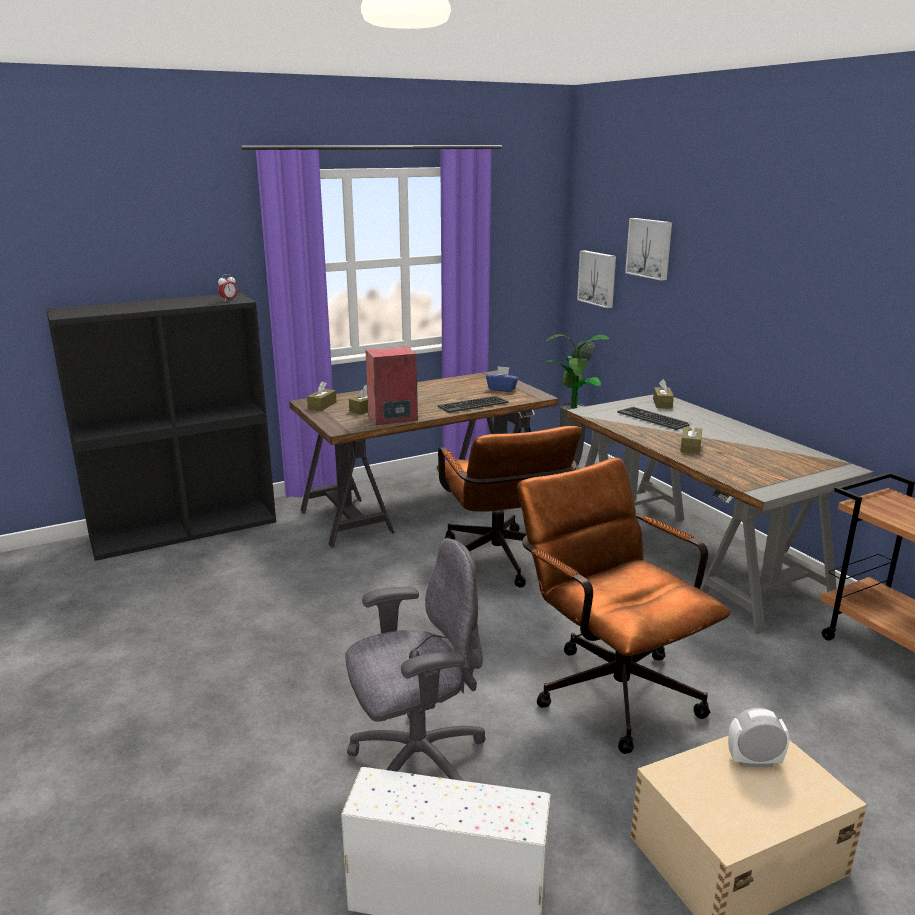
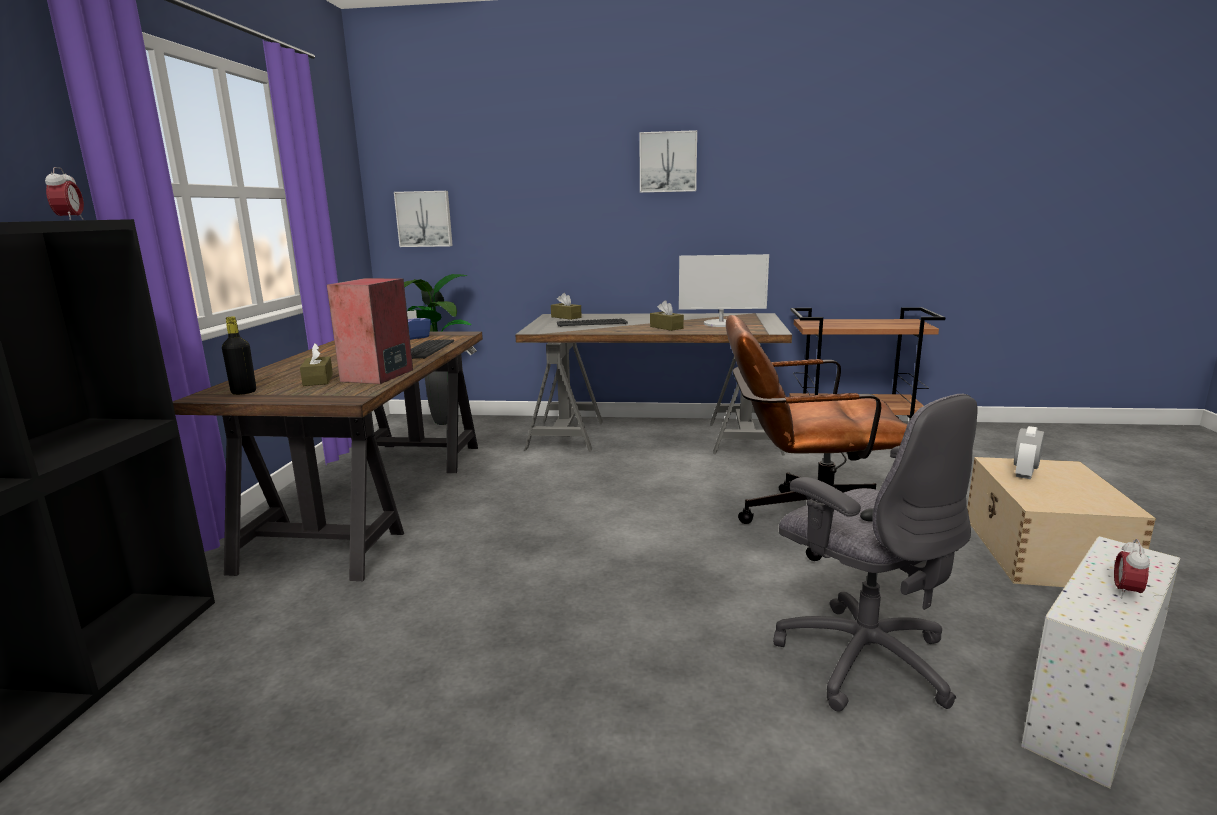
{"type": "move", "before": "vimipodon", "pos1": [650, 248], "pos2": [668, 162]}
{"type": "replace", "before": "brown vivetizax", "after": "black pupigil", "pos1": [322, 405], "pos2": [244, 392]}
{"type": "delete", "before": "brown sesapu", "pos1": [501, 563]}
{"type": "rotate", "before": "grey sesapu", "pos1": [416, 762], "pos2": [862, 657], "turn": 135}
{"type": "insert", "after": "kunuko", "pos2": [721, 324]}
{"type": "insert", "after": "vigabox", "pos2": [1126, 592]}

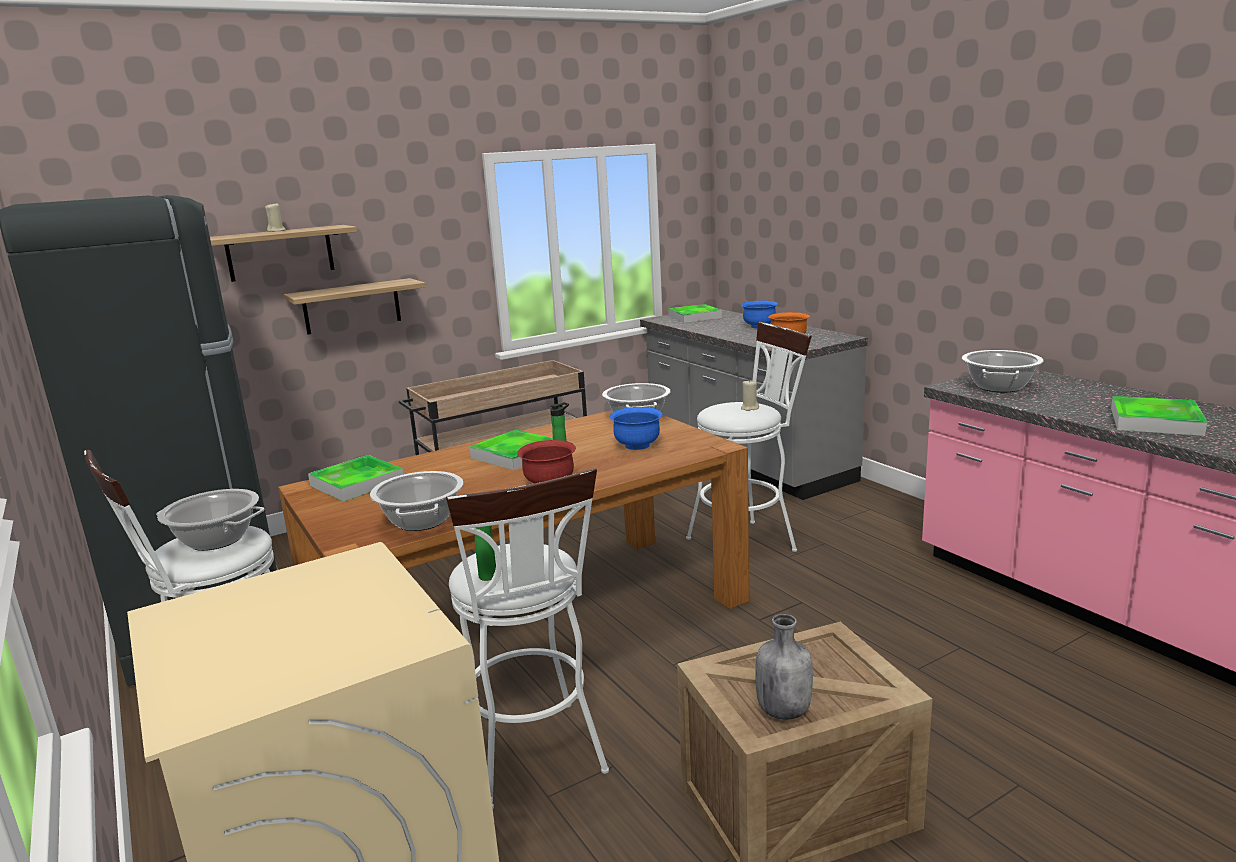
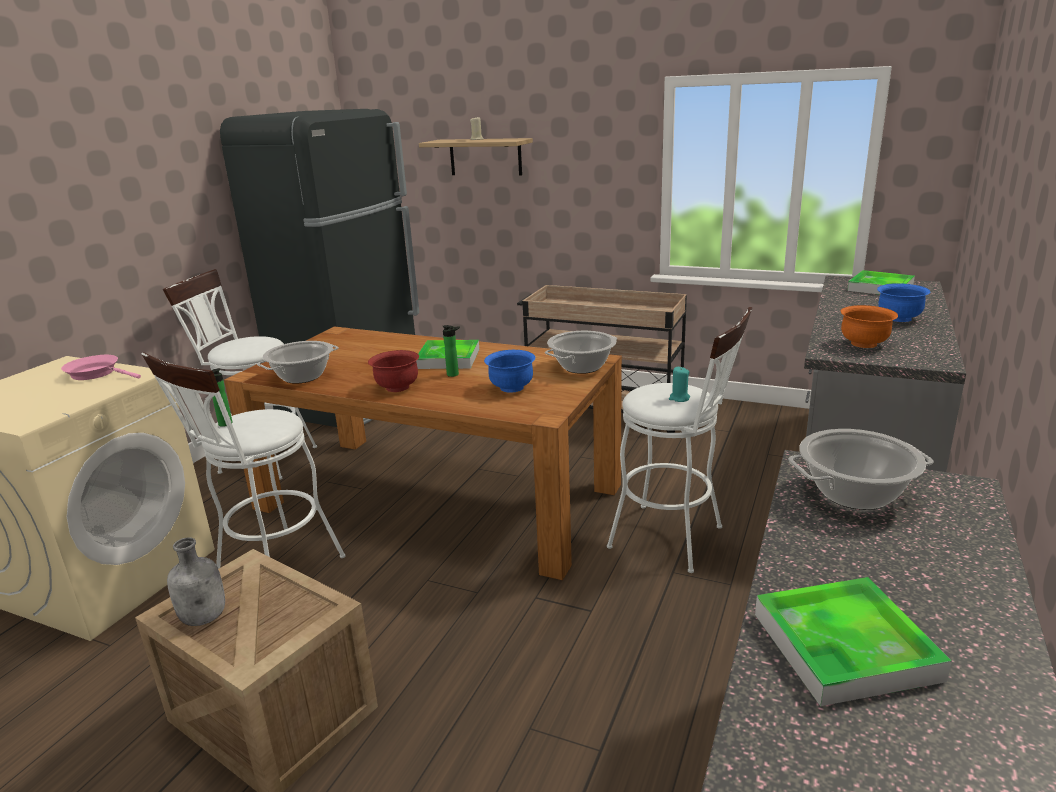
{"type": "delete", "before": "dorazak", "pos1": [352, 306]}
{"type": "recolor", "before": "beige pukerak", "after": "turquoise pukerak", "pos1": [749, 408], "pos2": [679, 398]}
{"type": "delete", "before": "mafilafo", "pos1": [357, 483]}
{"type": "delete", "before": "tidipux", "pos1": [216, 540]}
{"type": "insert", "after": "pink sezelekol", "pos2": [97, 373]}

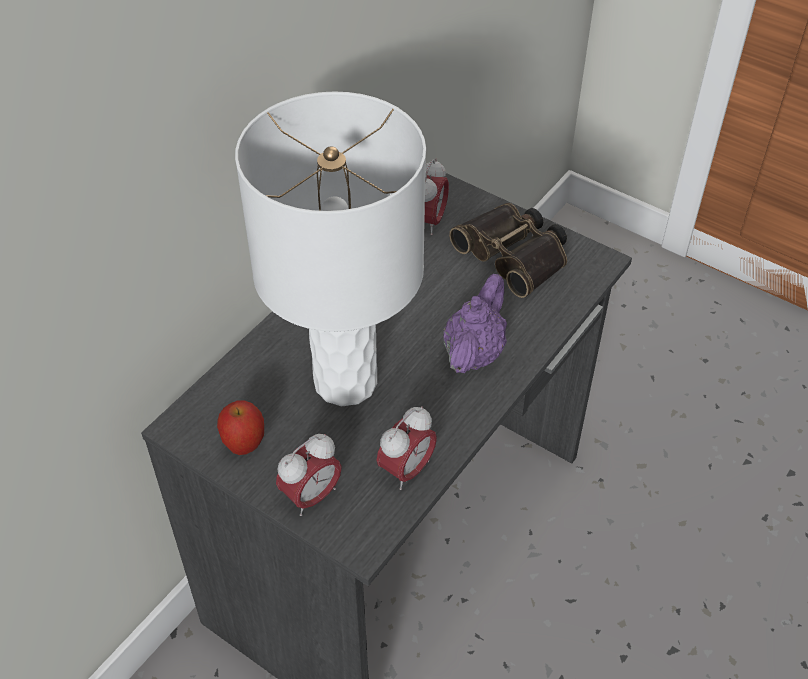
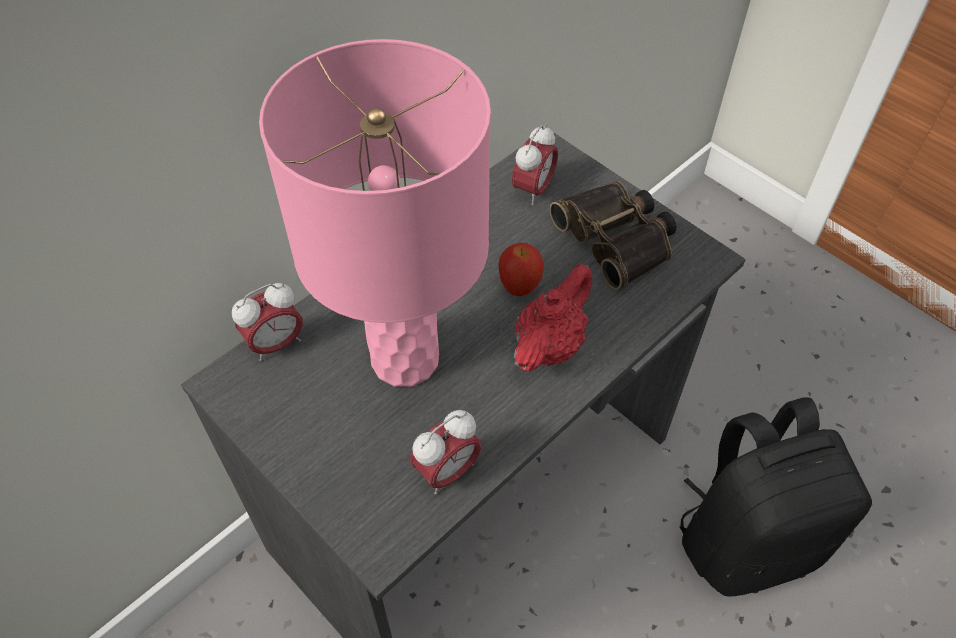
{"type": "recolor", "before": "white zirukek", "after": "pink zirukek", "pos1": [346, 382], "pos2": [406, 359]}
{"type": "recolor", "before": "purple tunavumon", "after": "red tunavumon", "pos1": [474, 352], "pos2": [549, 345]}
{"type": "move", "before": "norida", "pos1": [244, 445], "pos2": [519, 288]}
{"type": "move", "before": "vigabox", "pos1": [311, 496], "pos2": [276, 344]}
{"type": "insert", "after": "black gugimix", "pos2": [747, 540]}

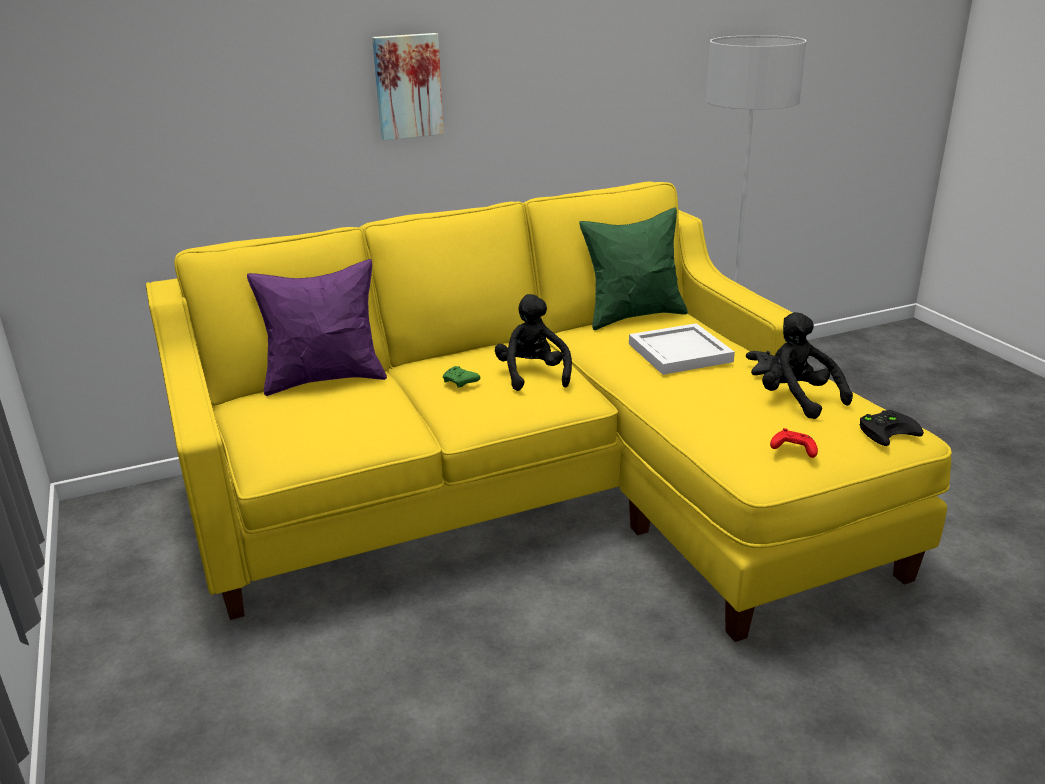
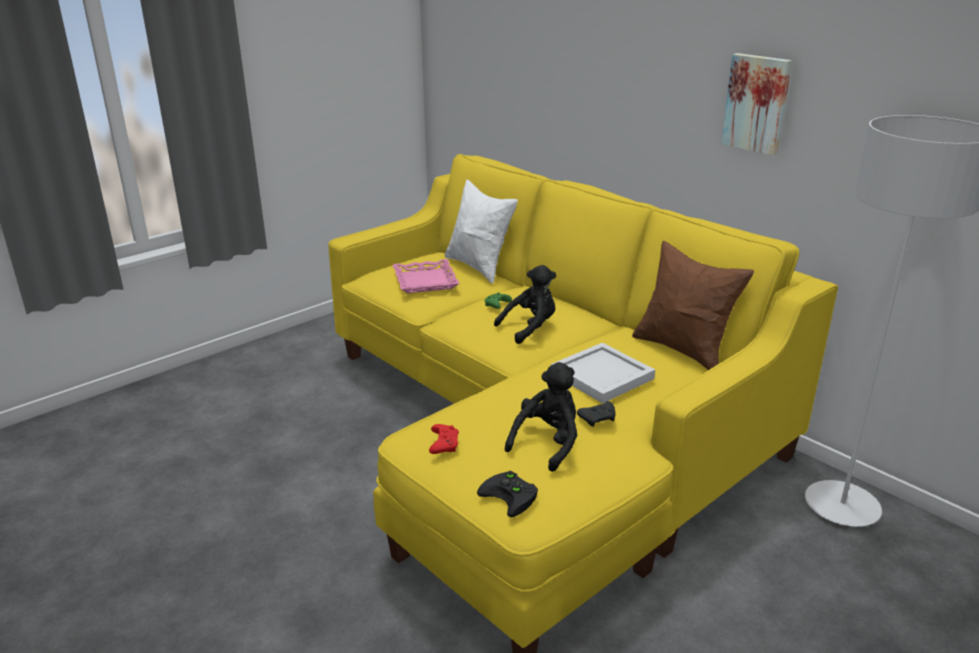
{"type": "move", "before": "vimipodon", "pos1": [407, 86], "pos2": [757, 103]}
{"type": "recolor", "before": "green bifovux", "after": "brown bifovux", "pos1": [633, 316], "pos2": [683, 350]}
{"type": "recolor", "before": "purple bifovux", "after": "white bifovux", "pos1": [325, 379], "pos2": [479, 267]}
{"type": "insert", "after": "pink mafilafo", "pos2": [426, 281]}

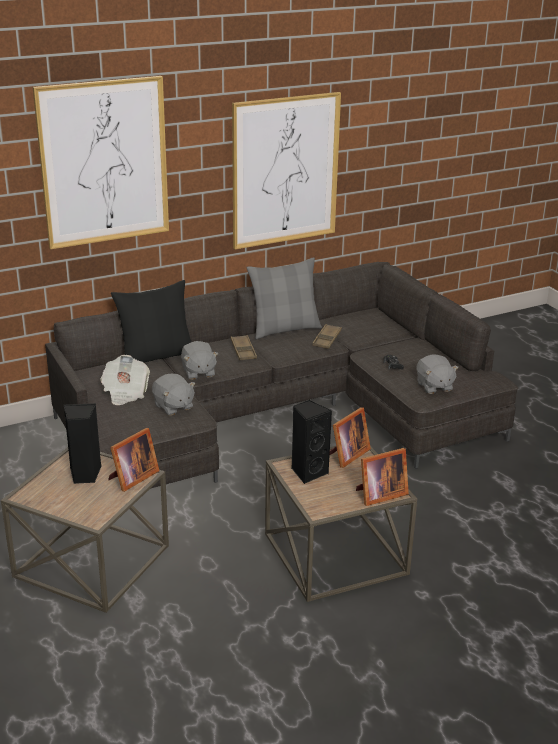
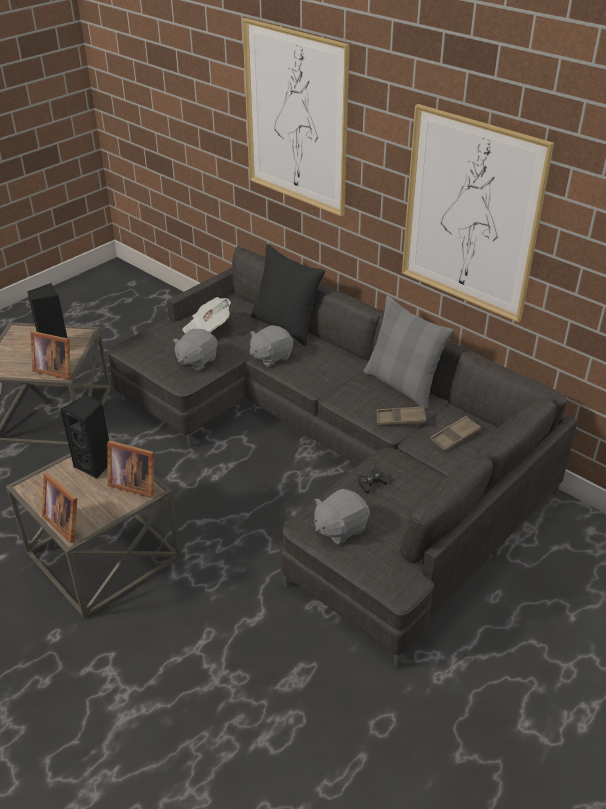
{"type": "move", "before": "brown mafilafo", "pos1": [243, 351], "pos2": [455, 436]}

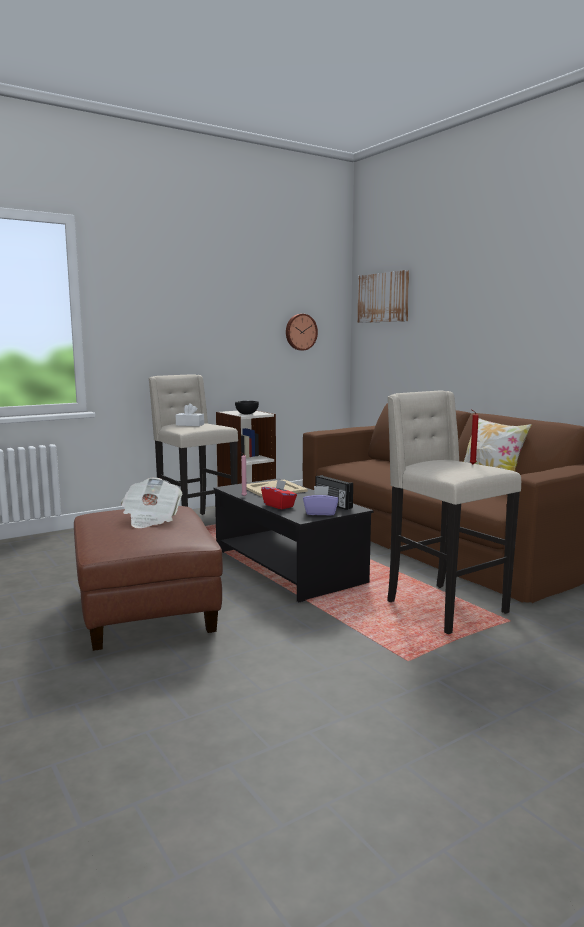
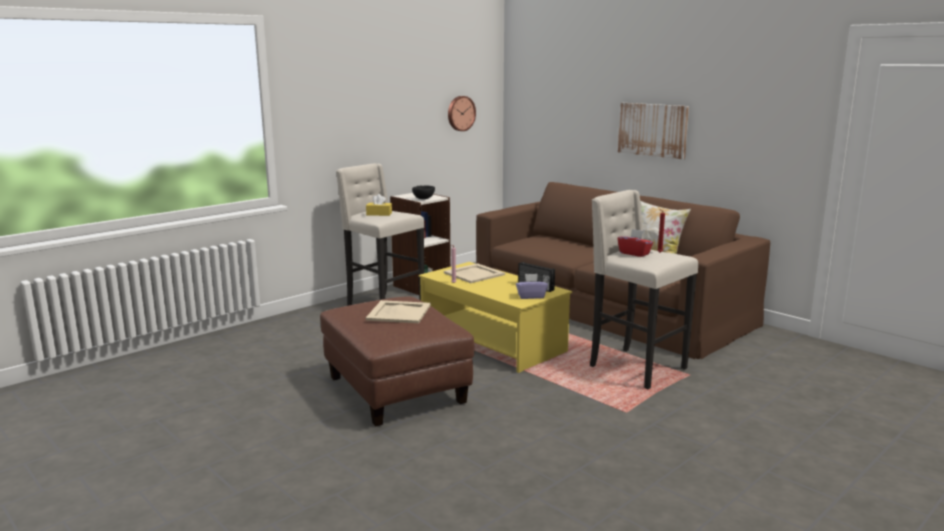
{"type": "move", "before": "vimipodon", "pos1": [383, 297], "pos2": [653, 130]}
{"type": "recolor", "before": "white vivetizax", "after": "yellow vivetizax", "pos1": [190, 425], "pos2": [379, 214]}
{"type": "replace", "before": "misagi", "after": "beige mafilafo", "pos1": [151, 519], "pos2": [399, 312]}
{"type": "recolor", "before": "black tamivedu", "after": "yellow tamivedu", "pos1": [288, 567], "pos2": [493, 342]}
{"type": "move", "before": "red vivetizax", "pos1": [279, 505], "pos2": [634, 253]}

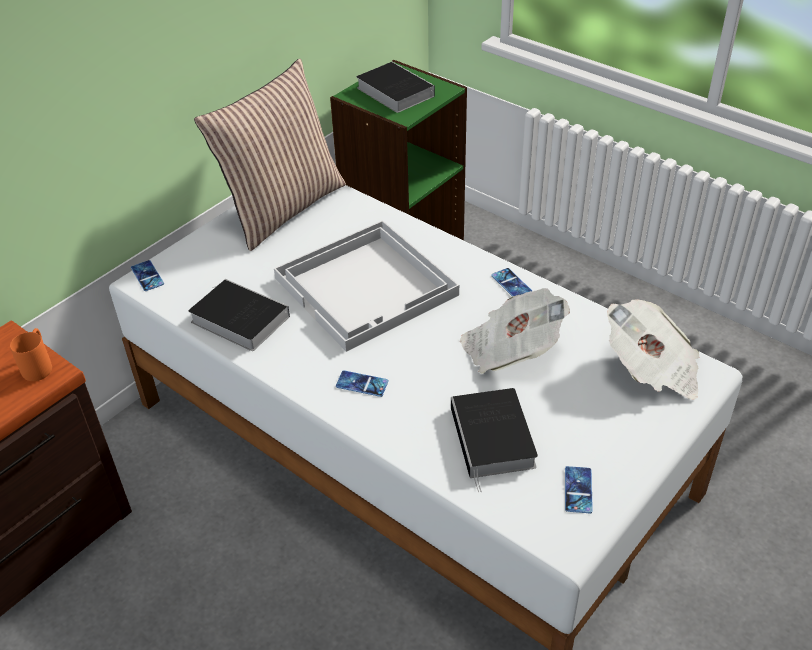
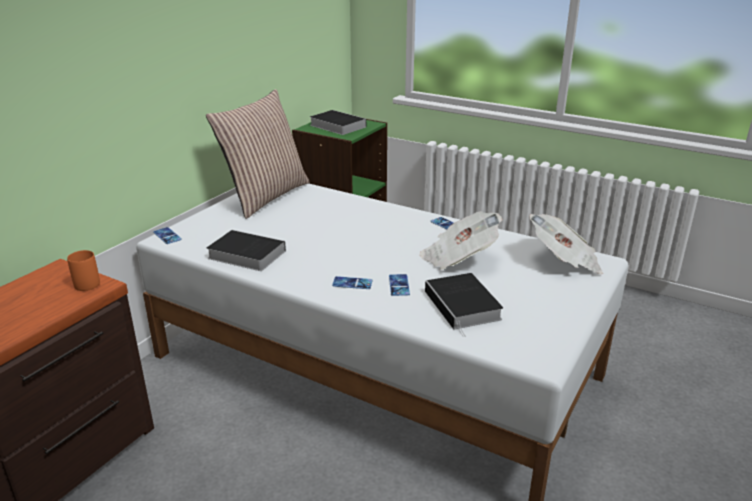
{"type": "delete", "before": "white mafilafo", "pos1": [368, 286]}
{"type": "move", "before": "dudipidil", "pos1": [578, 490], "pos2": [399, 285]}

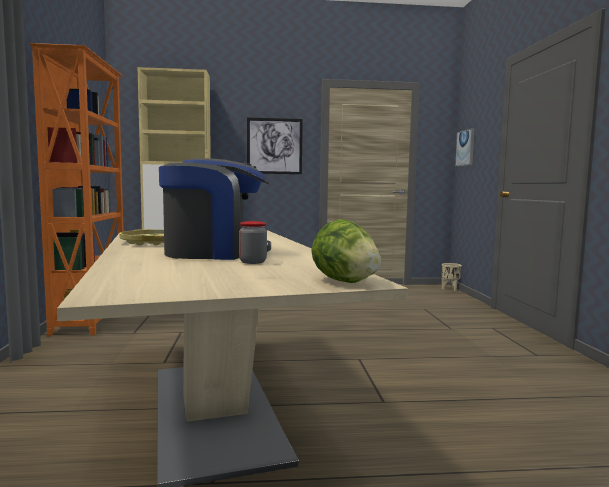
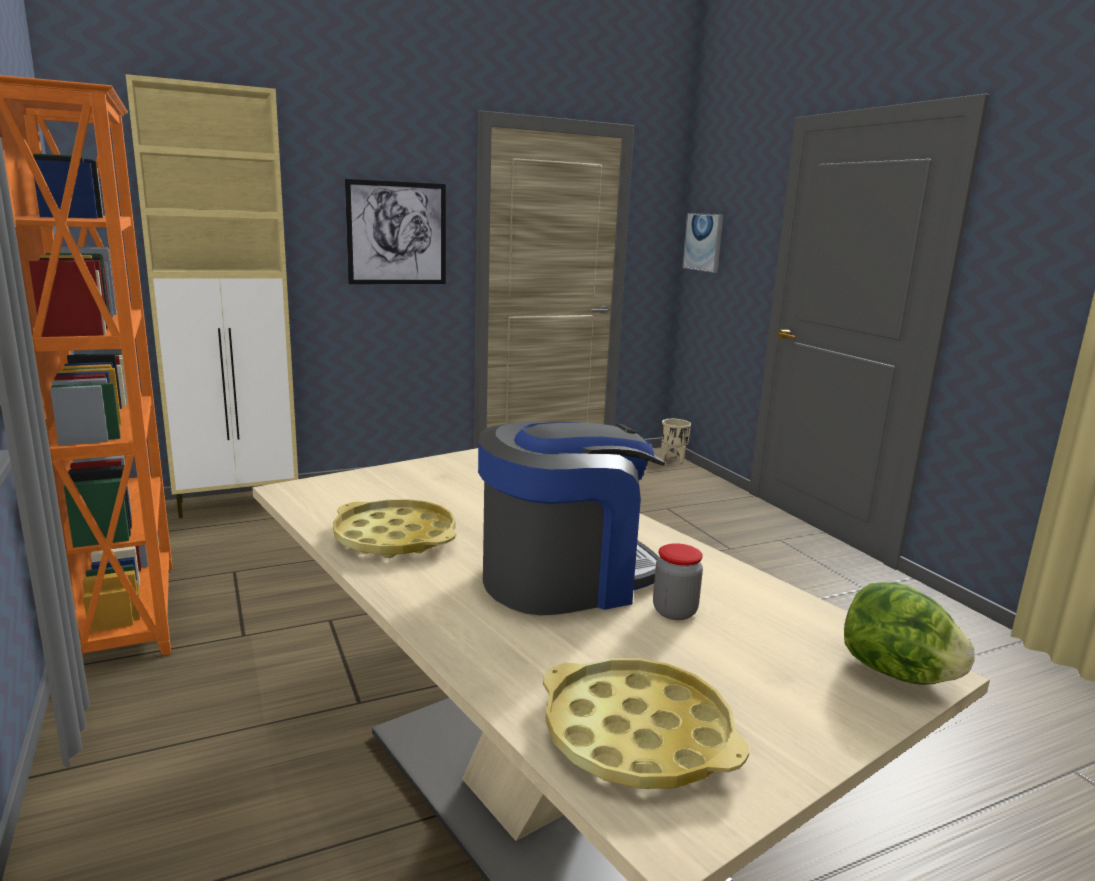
{"type": "insert", "after": "yellow mafilafo", "pos2": [637, 735]}

